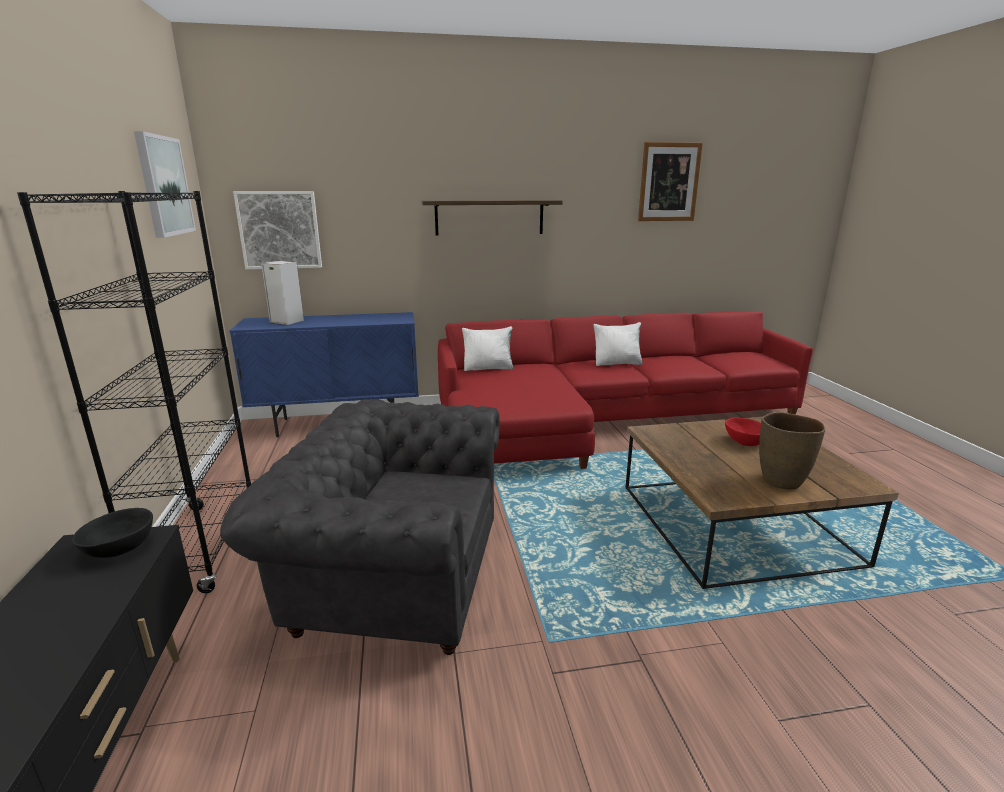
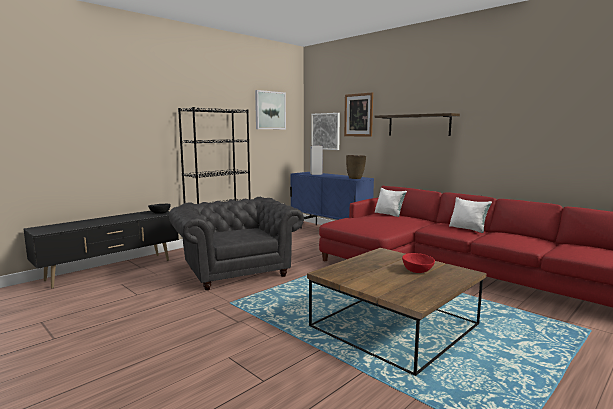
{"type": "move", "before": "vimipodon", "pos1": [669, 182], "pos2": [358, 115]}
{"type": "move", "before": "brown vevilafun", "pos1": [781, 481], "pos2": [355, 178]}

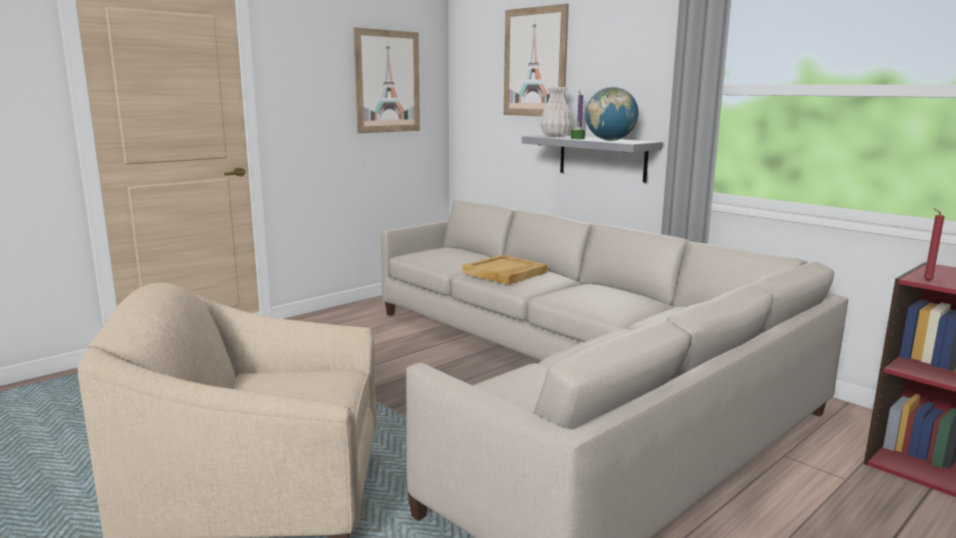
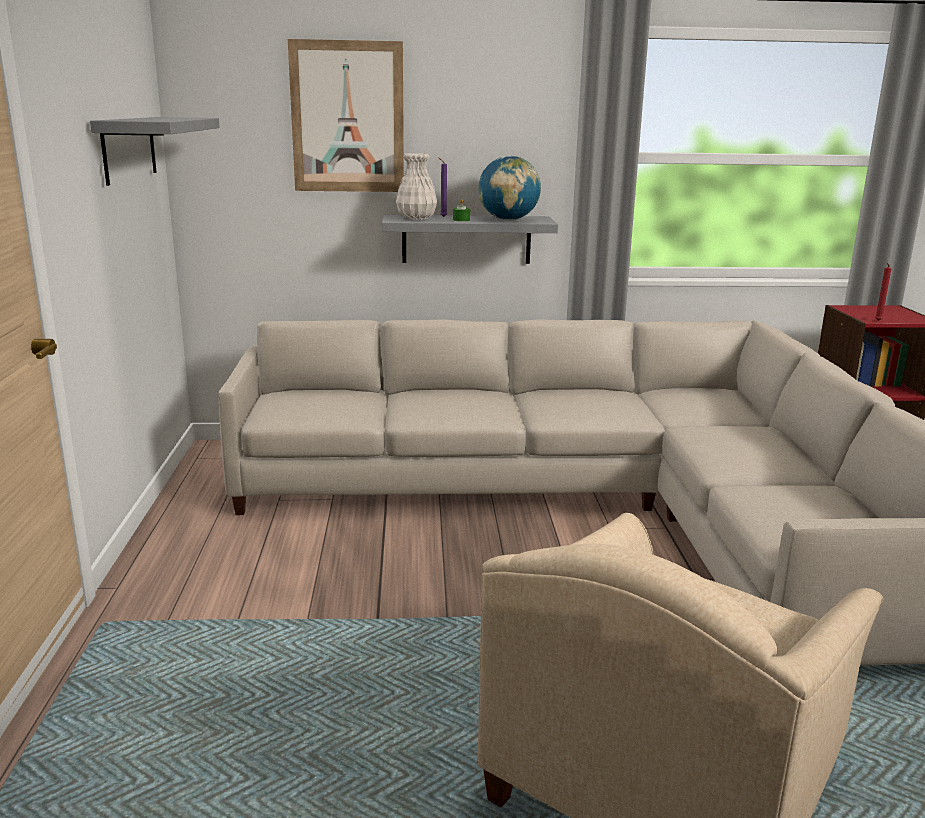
{"type": "replace", "before": "vimipodon", "after": "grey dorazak", "pos1": [387, 81], "pos2": [129, 148]}
{"type": "delete", "before": "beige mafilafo", "pos1": [504, 273]}

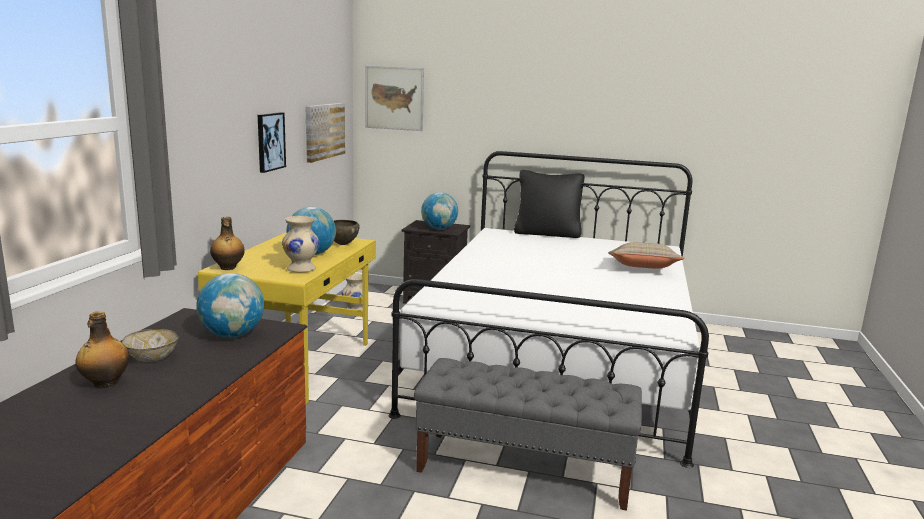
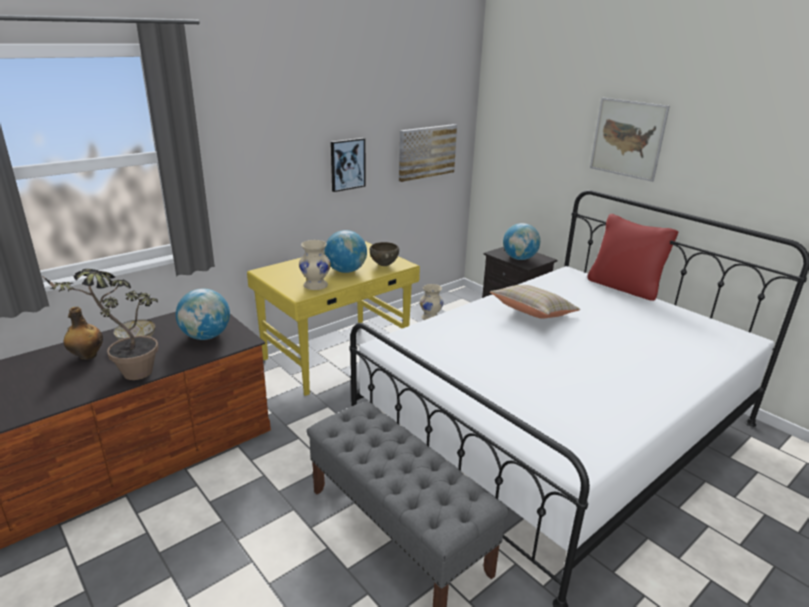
{"type": "move", "before": "vimipodon", "pos1": [394, 98], "pos2": [627, 138]}
{"type": "recolor", "before": "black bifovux", "after": "red bifovux", "pos1": [547, 233], "pos2": [624, 287]}
{"type": "delete", "before": "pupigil", "pos1": [228, 268]}
{"type": "move", "before": "beige bifovux", "pos1": [643, 269], "pos2": [533, 314]}
{"type": "insert", "after": "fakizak", "pos2": [126, 374]}

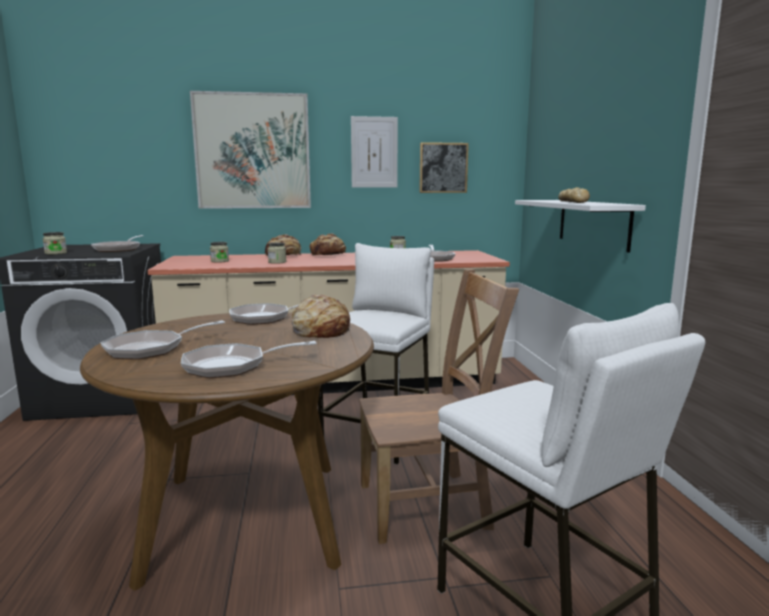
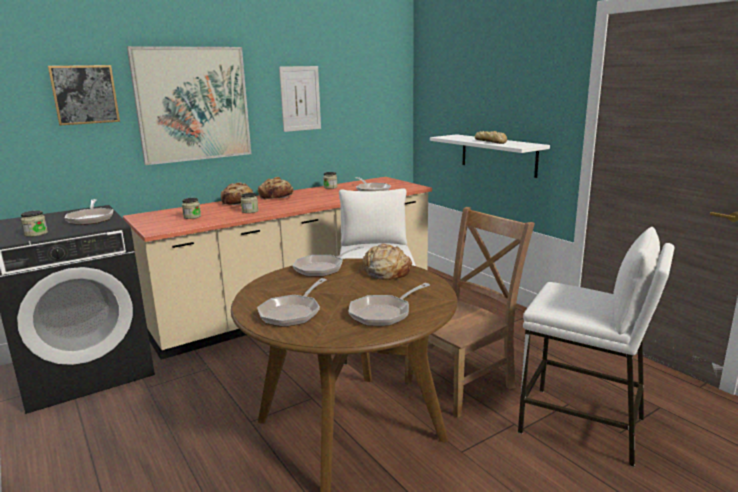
{"type": "move", "before": "vimipodon", "pos1": [443, 168], "pos2": [85, 94]}

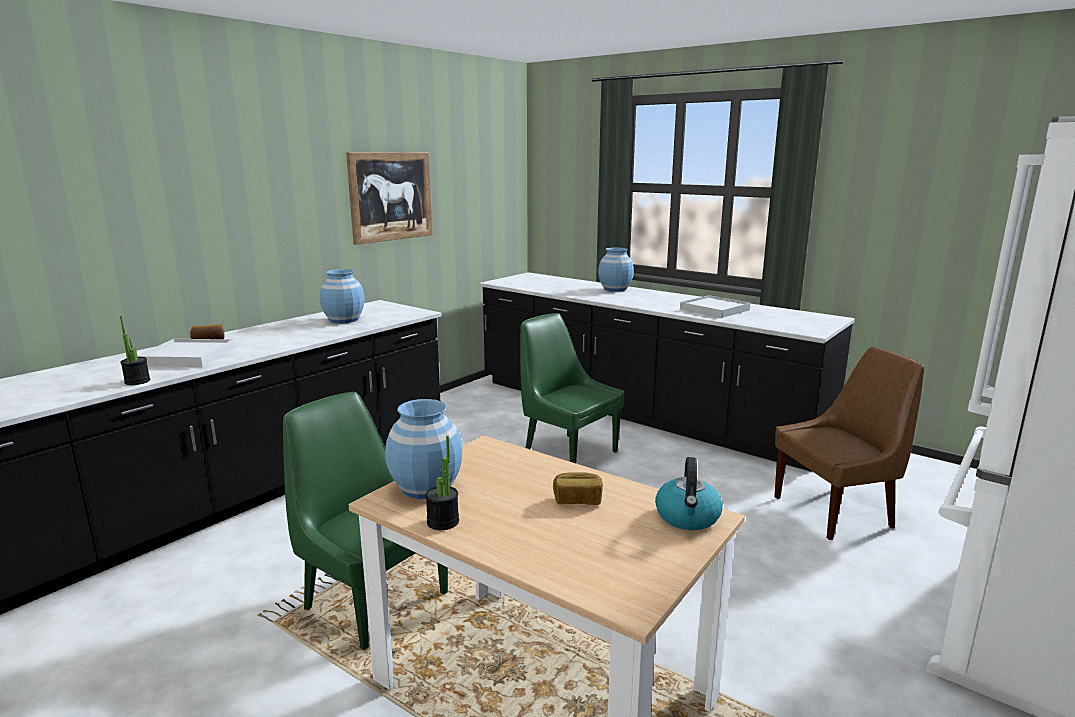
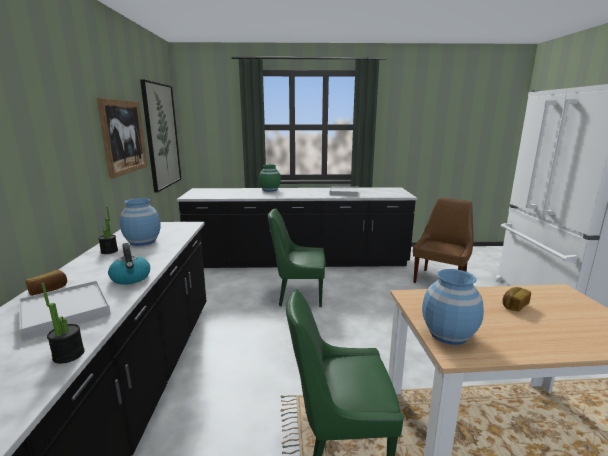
{"type": "recolor", "before": "blue vevilafun", "after": "green vevilafun", "pos1": [615, 289], "pos2": [270, 190]}
{"type": "move", "before": "fakizak", "pos1": [443, 522], "pos2": [109, 251]}
{"type": "move", "before": "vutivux", "pos1": [688, 517], "pos2": [131, 278]}
{"type": "insert", "after": "vimipodon", "pos2": [162, 136]}

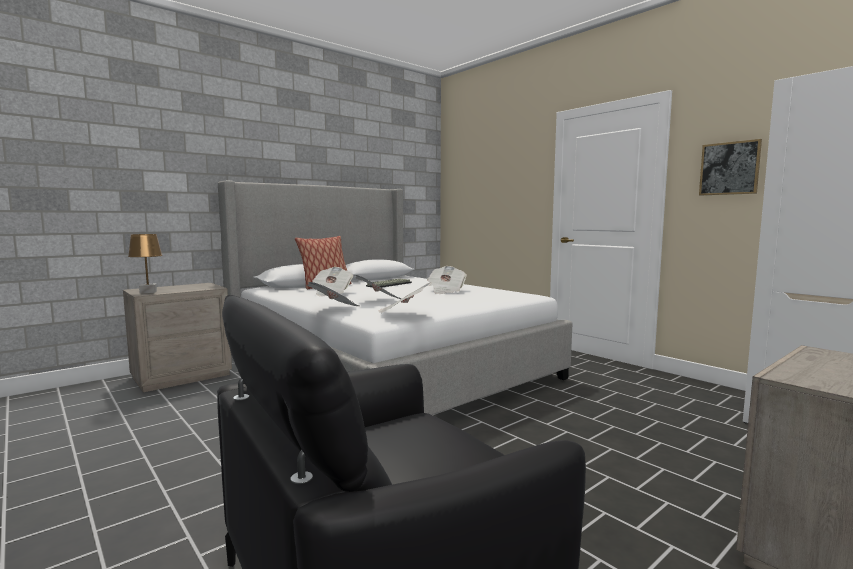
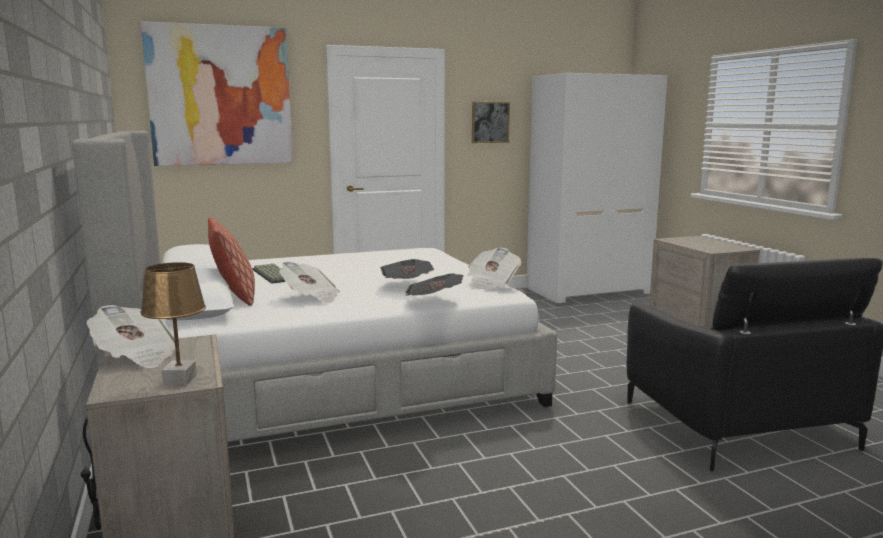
{"type": "move", "before": "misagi", "pos1": [446, 291], "pos2": [136, 357]}
{"type": "insert", "after": "vimipodon", "pos2": [220, 96]}

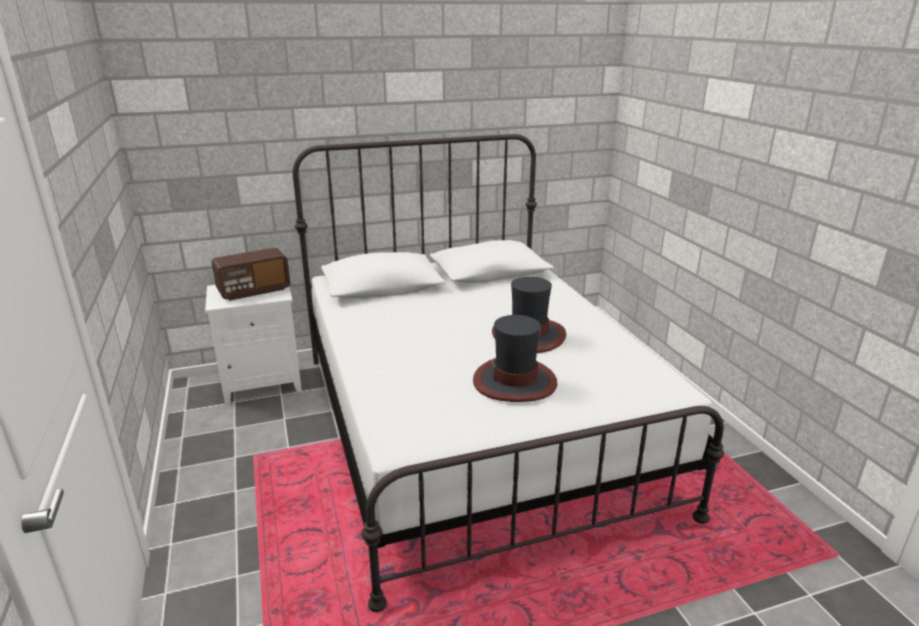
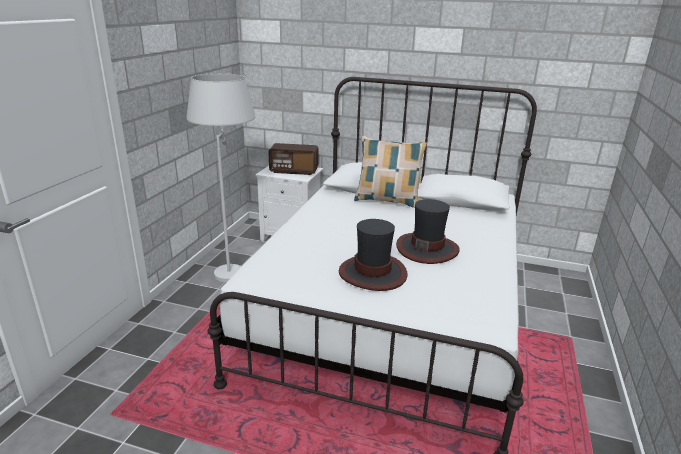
{"type": "insert", "after": "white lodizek", "pos2": [232, 266]}
{"type": "insert", "after": "bifovux", "pos2": [387, 201]}

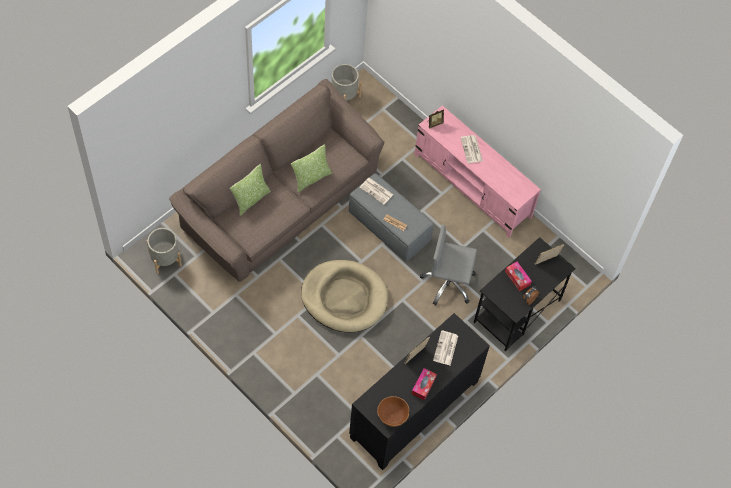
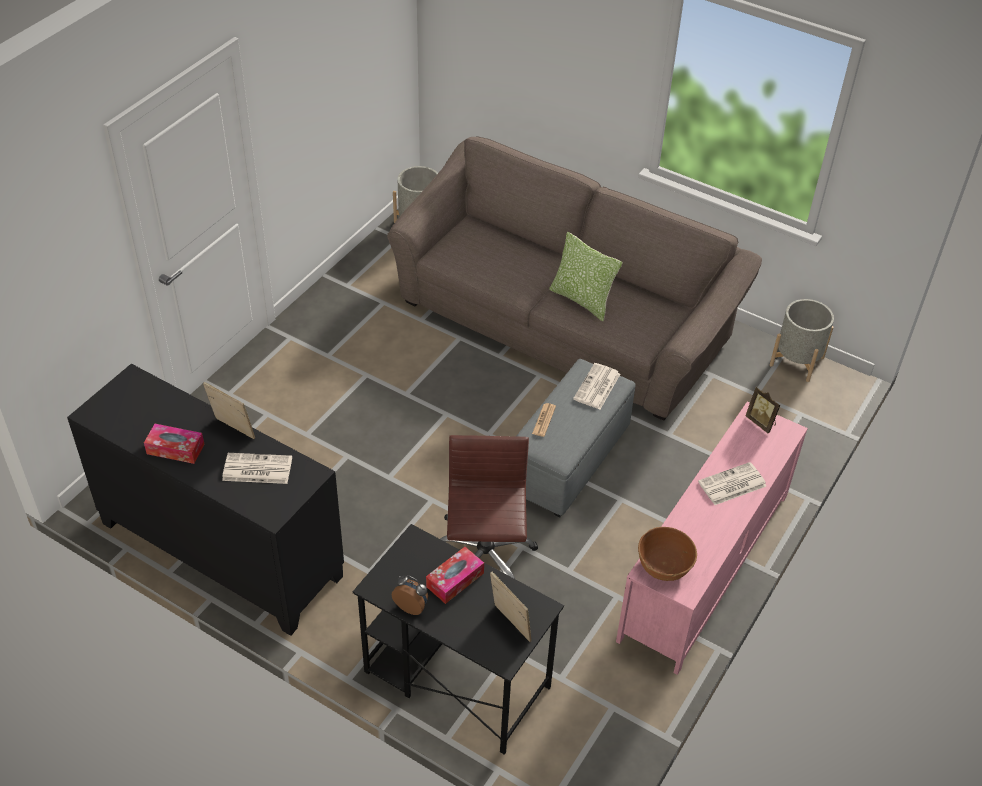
{"type": "delete", "before": "bifovux", "pos1": [251, 199]}
{"type": "recolor", "before": "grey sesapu", "after": "brown sesapu", "pos1": [448, 283], "pos2": [484, 559]}
{"type": "delete", "before": "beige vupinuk", "pos1": [344, 298]}
{"type": "move", "before": "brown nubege", "pos1": [392, 416], "pos2": [664, 566]}

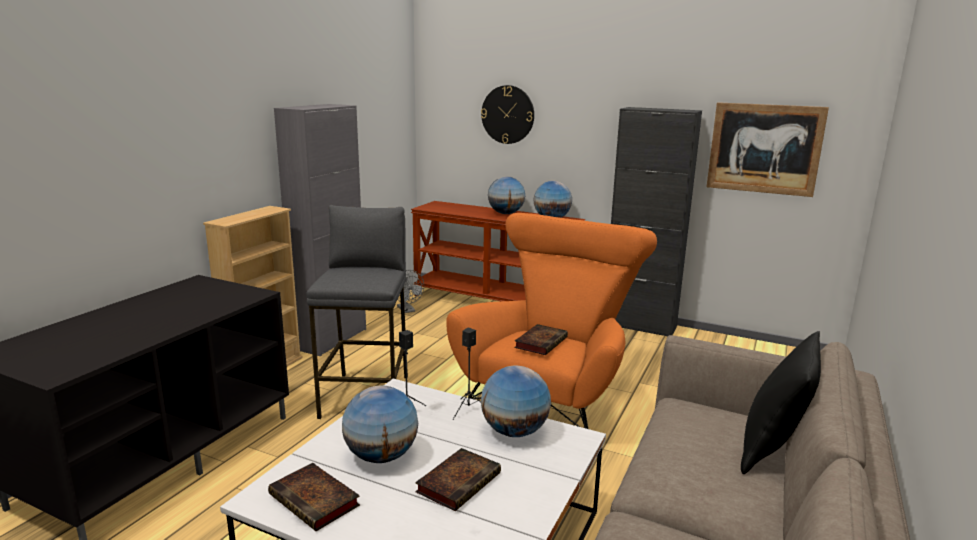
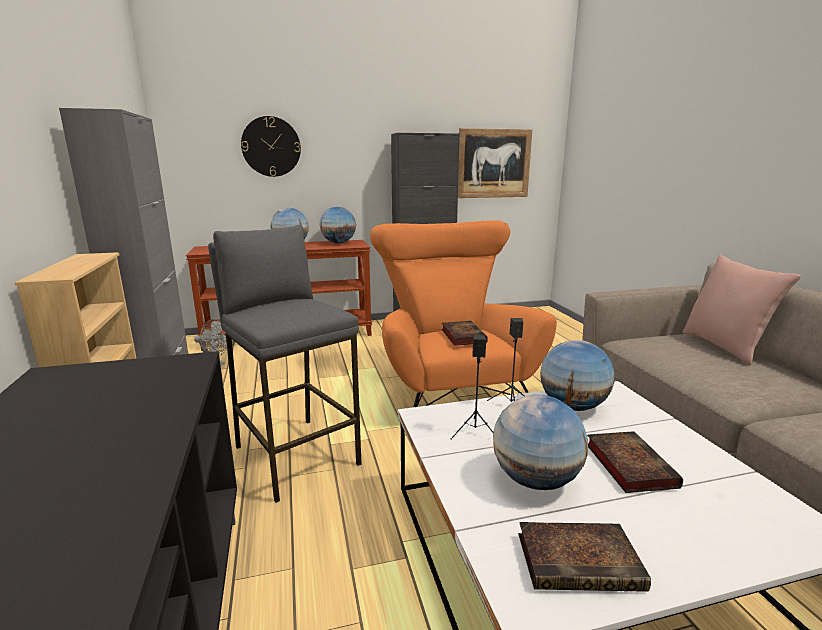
{"type": "recolor", "before": "black bifovux", "after": "pink bifovux", "pos1": [773, 450], "pos2": [724, 347]}

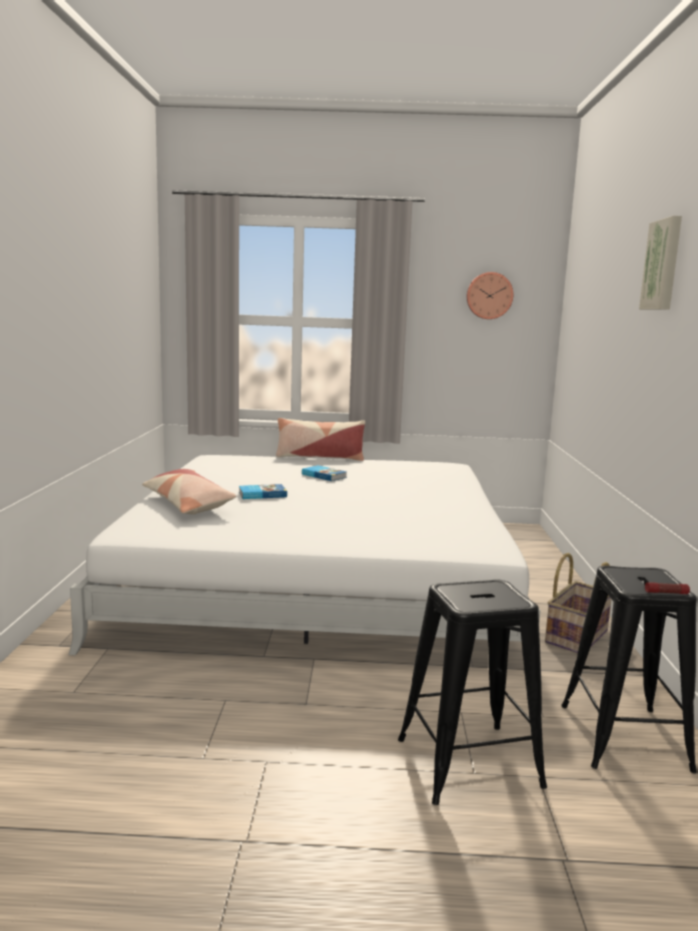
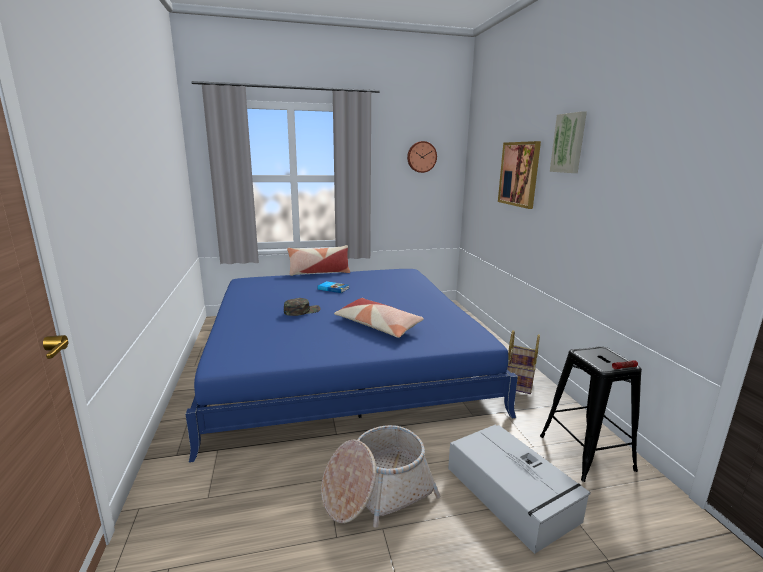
{"type": "recolor", "before": "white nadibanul", "after": "blue nadibanul", "pos1": [319, 576], "pos2": [341, 359]}
{"type": "move", "before": "bifovux", "pos1": [188, 504], "pos2": [378, 326]}
{"type": "replace", "before": "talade", "after": "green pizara", "pos1": [262, 494], "pos2": [302, 311]}
{"type": "replace", "before": "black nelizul", "after": "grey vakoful", "pos1": [469, 762], "pos2": [512, 495]}
{"type": "insert", "after": "vimipodon", "pos2": [519, 174]}
{"type": "insert", "after": "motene", "pos2": [376, 491]}

